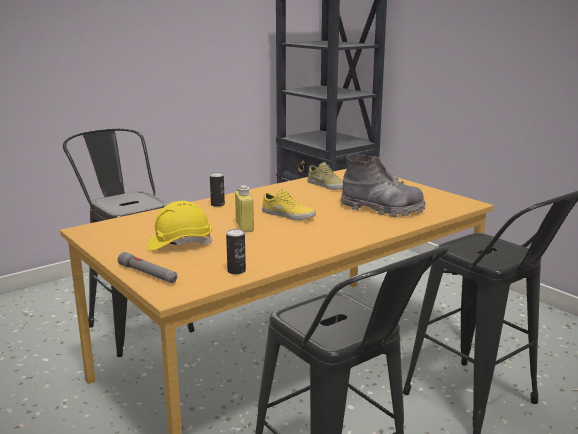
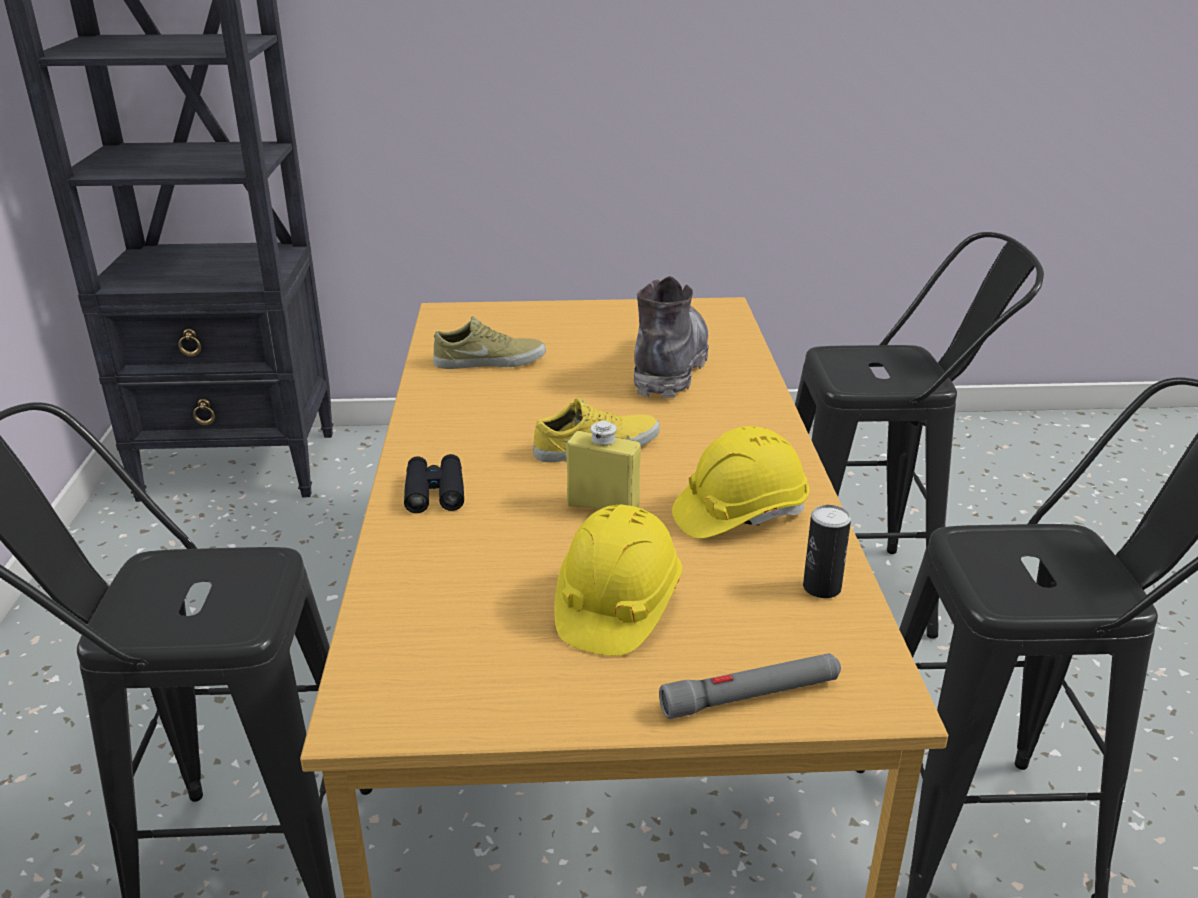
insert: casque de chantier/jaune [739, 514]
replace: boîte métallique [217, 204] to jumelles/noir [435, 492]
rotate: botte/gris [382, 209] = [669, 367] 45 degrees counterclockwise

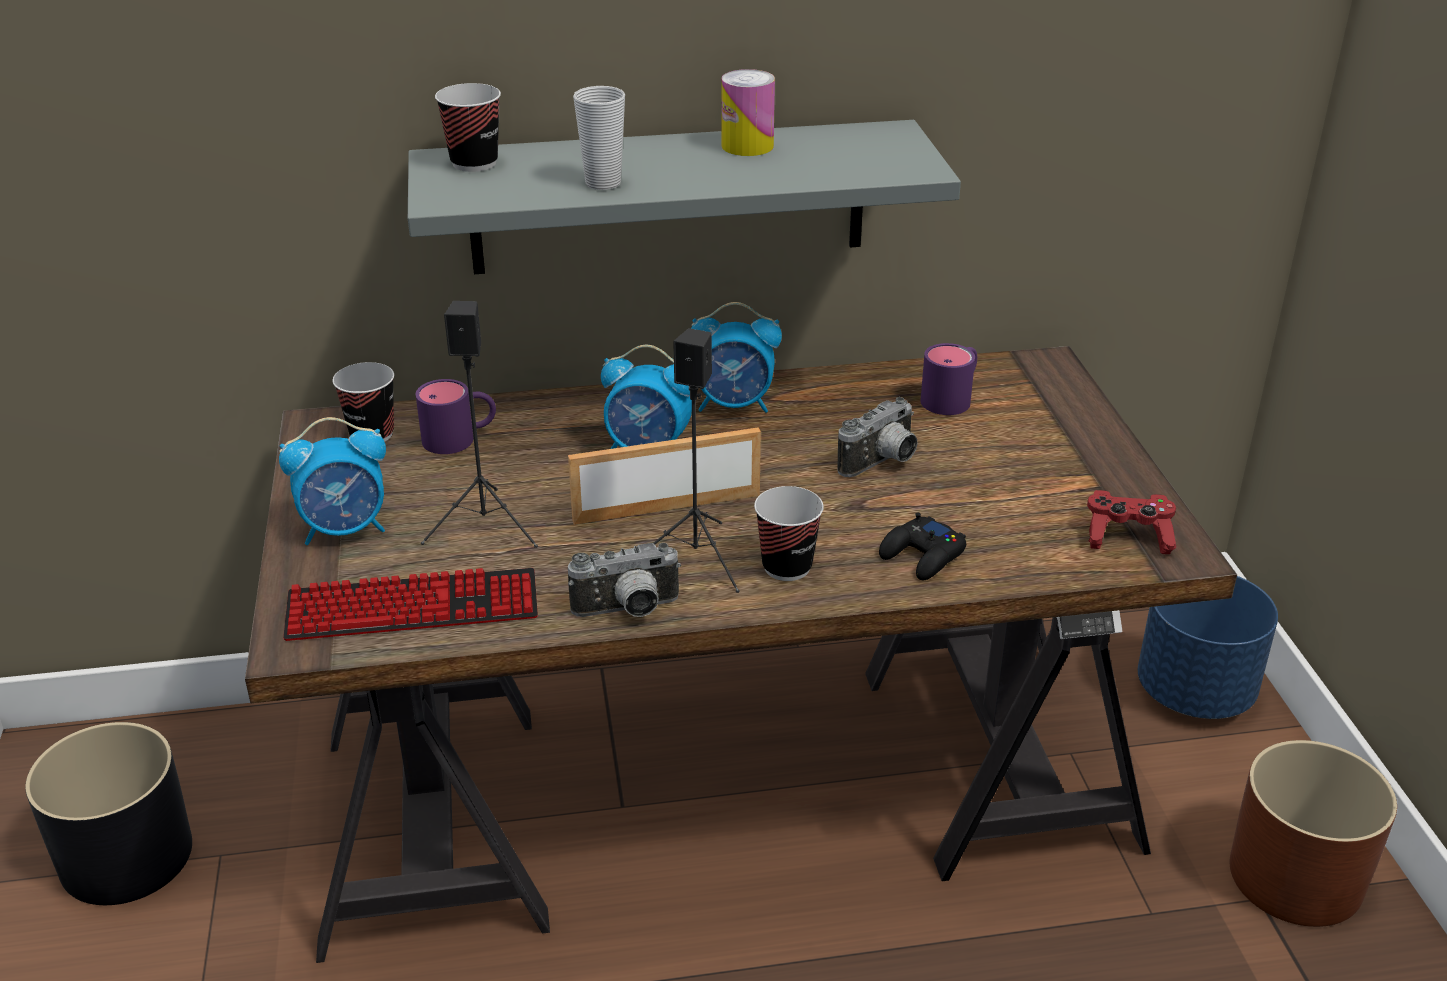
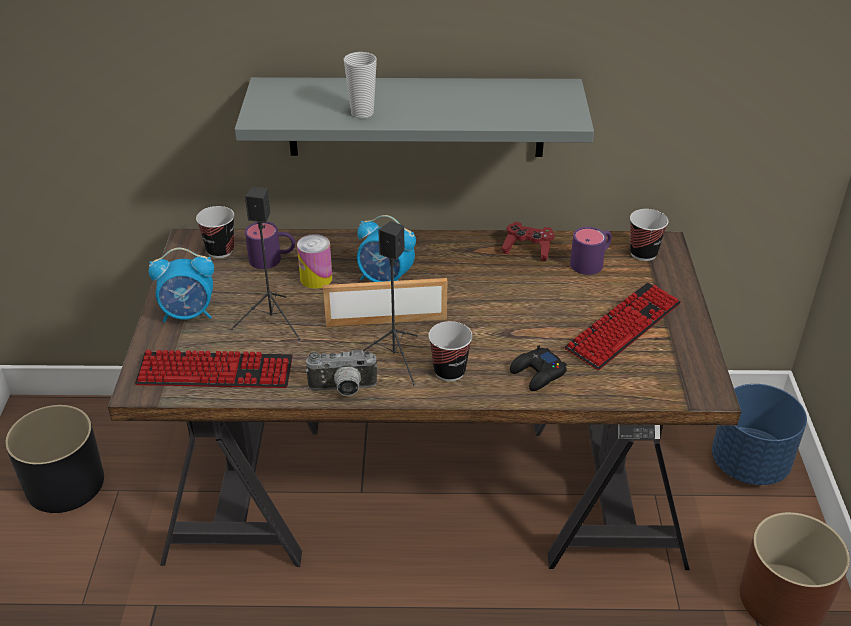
delete: réveil [735, 405]; appareil photo [882, 463]
insert: clavier [623, 327]
move: tasse [474, 163] to [643, 253]; boîte métallique [747, 146] to [316, 278]; manette/rouge [1127, 536] to [528, 249]

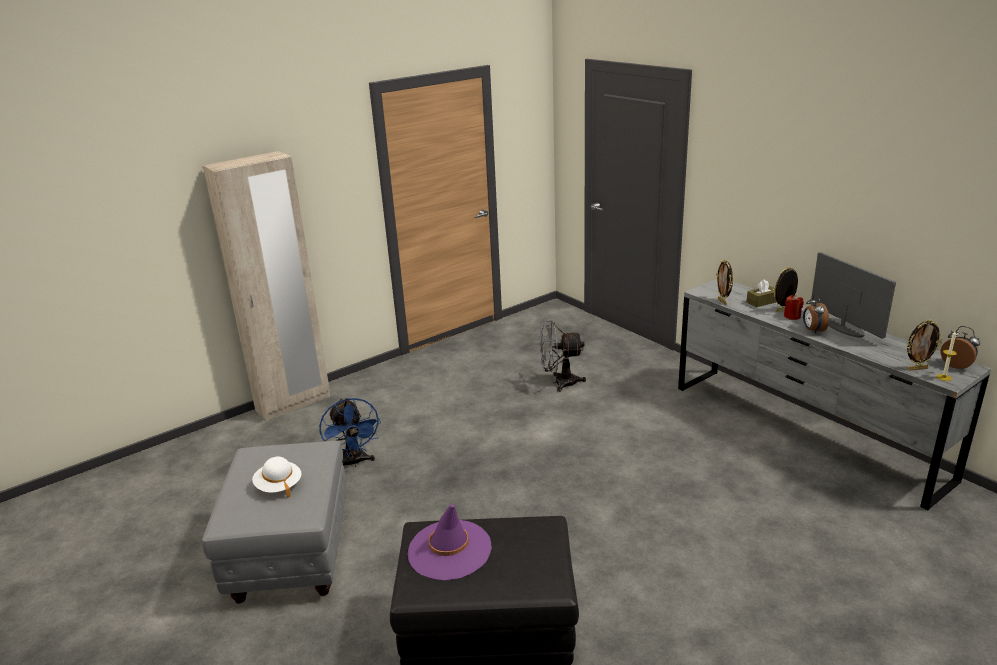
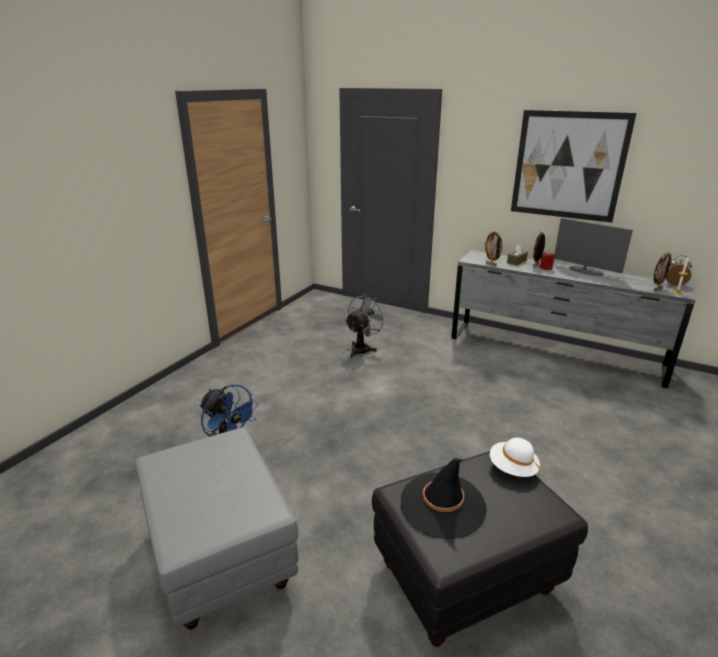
delete: armoire/beige [293, 403]; réveil [812, 330]
insert: tableau [568, 166]
move: chapeau/blanc [278, 486] to [512, 468]
recolor: chapeau/violet [449, 550] to chapeau/noir [442, 505]
rotate: ventilateur/gris [559, 382] = [363, 348] 150 degrees clockwise

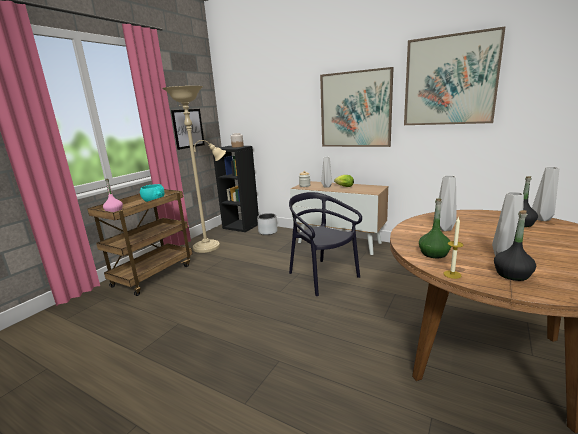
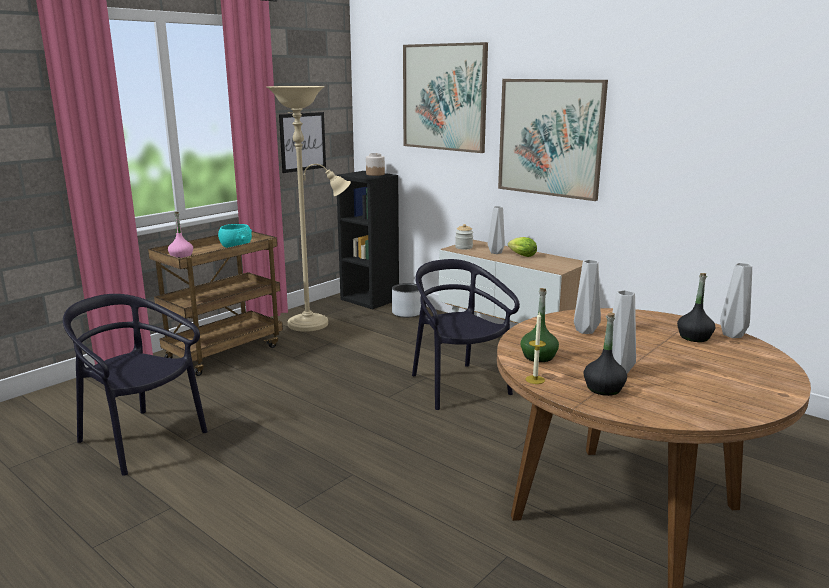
insert: chaise/noir [140, 440]
move: tableau [450, 80] to [444, 97]

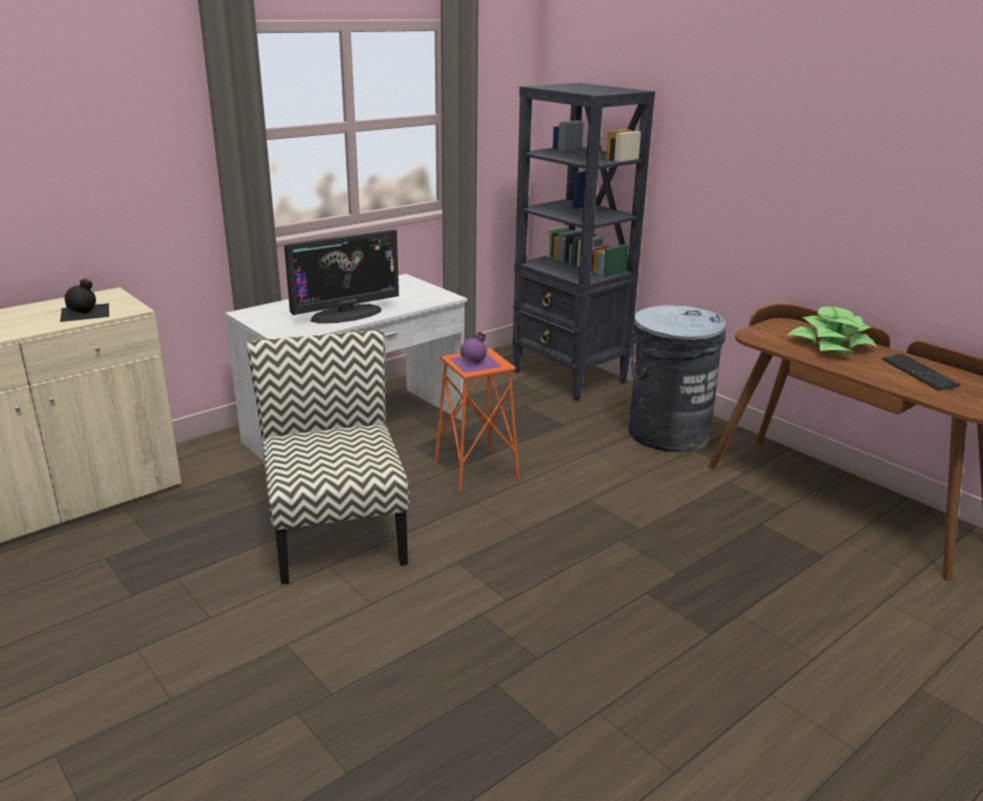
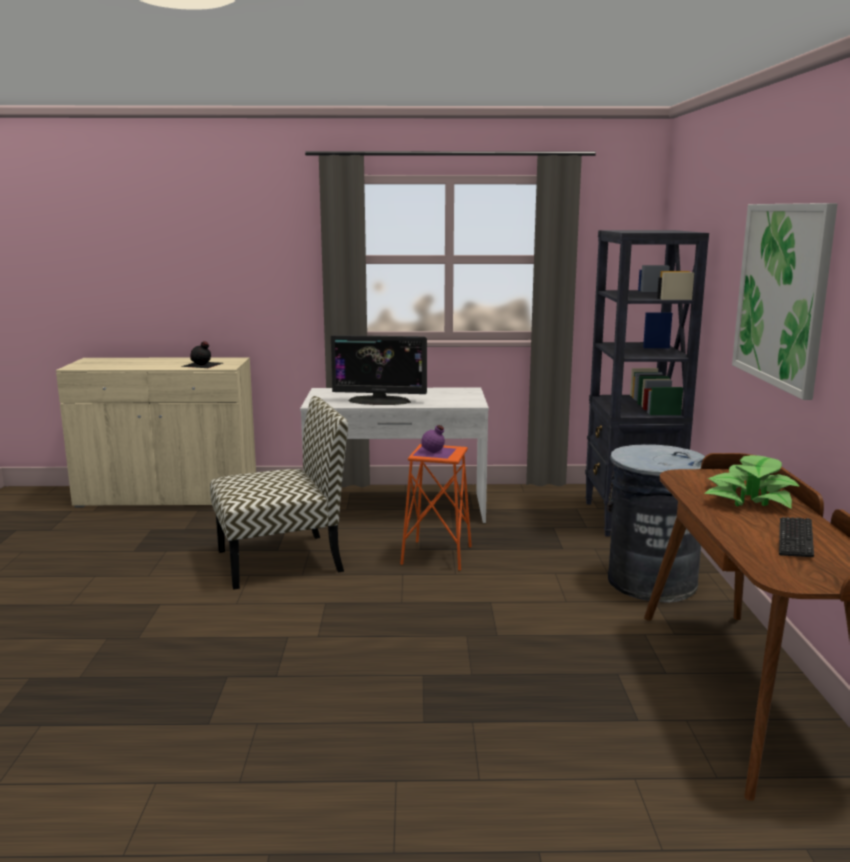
insert: tableau [782, 294]
rotate: chaise [335, 534] = [282, 560] 45 degrees clockwise

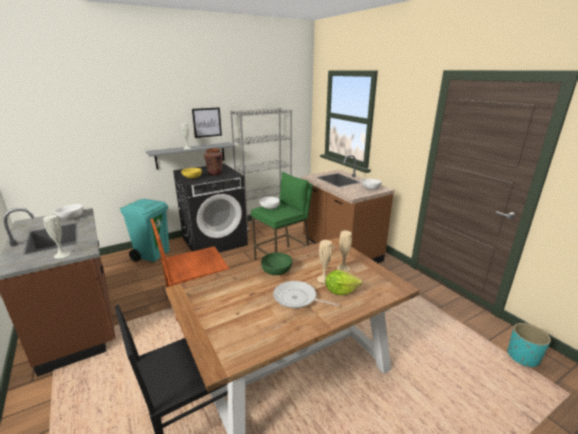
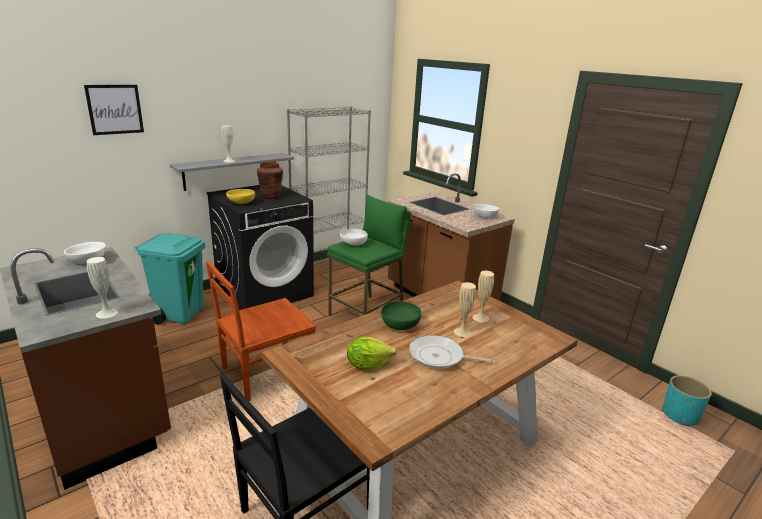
move: tableau [207, 122] to [115, 109]; laitue [340, 291] to [368, 365]

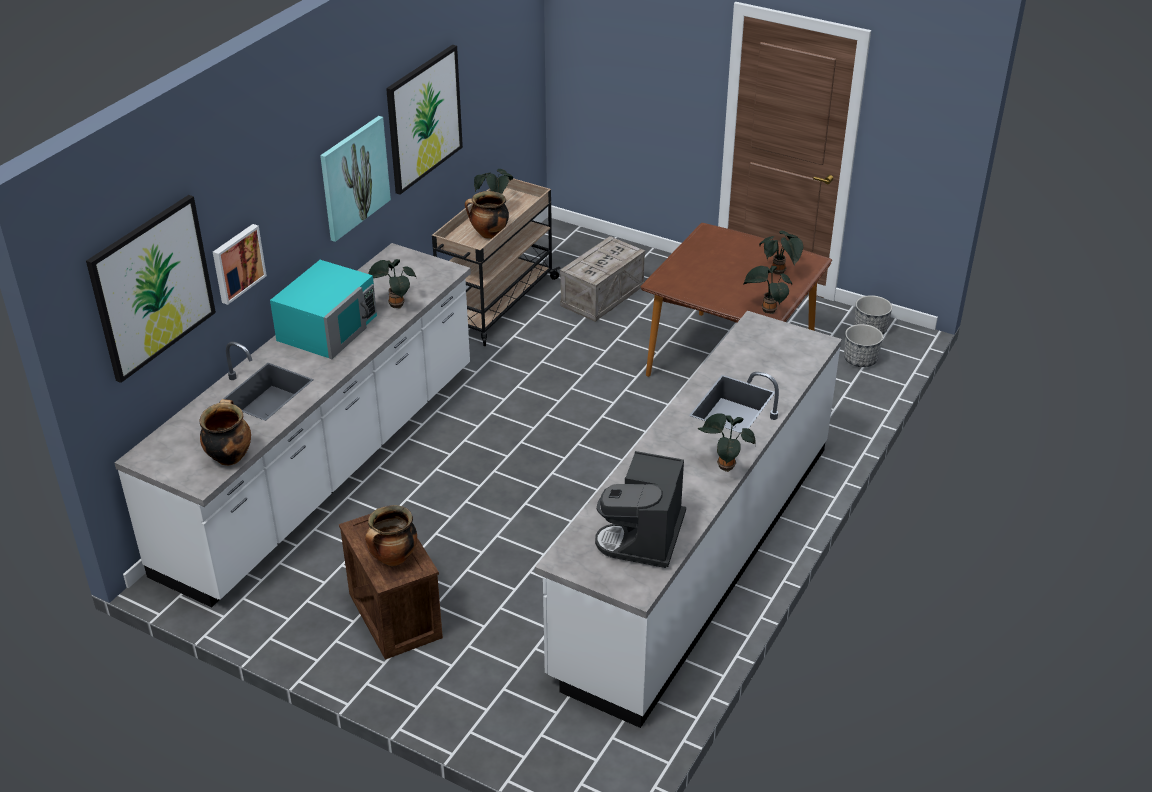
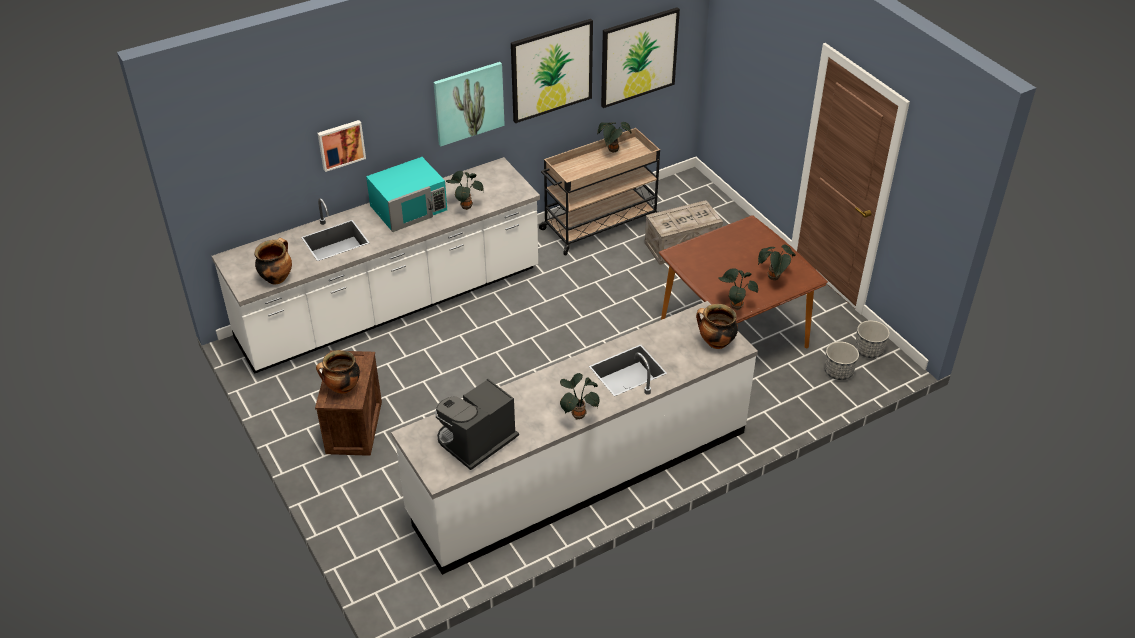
move: tableau [152, 287] to [638, 57]; marmite [488, 234] to [715, 343]

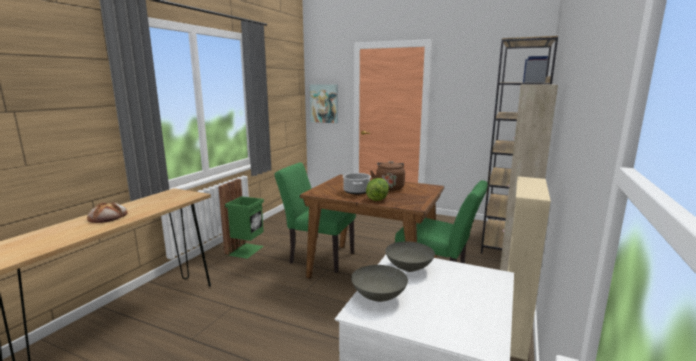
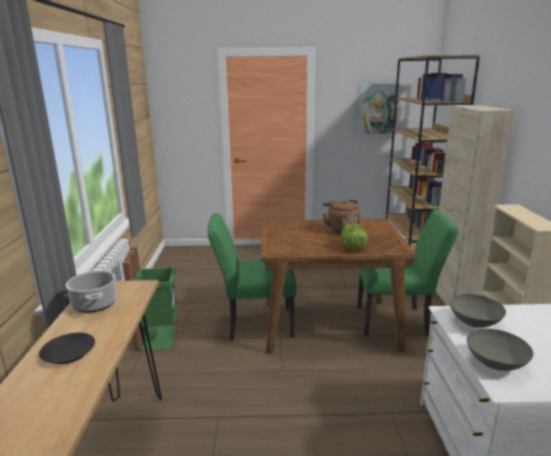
move: tableau [324, 103] to [377, 108]; marmite [356, 191] to [94, 304]
replace: pain [108, 217] to assiette/noir [68, 352]

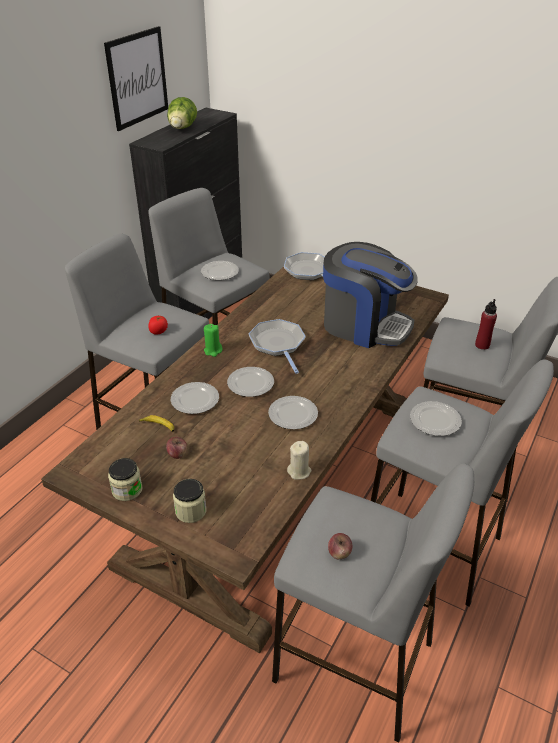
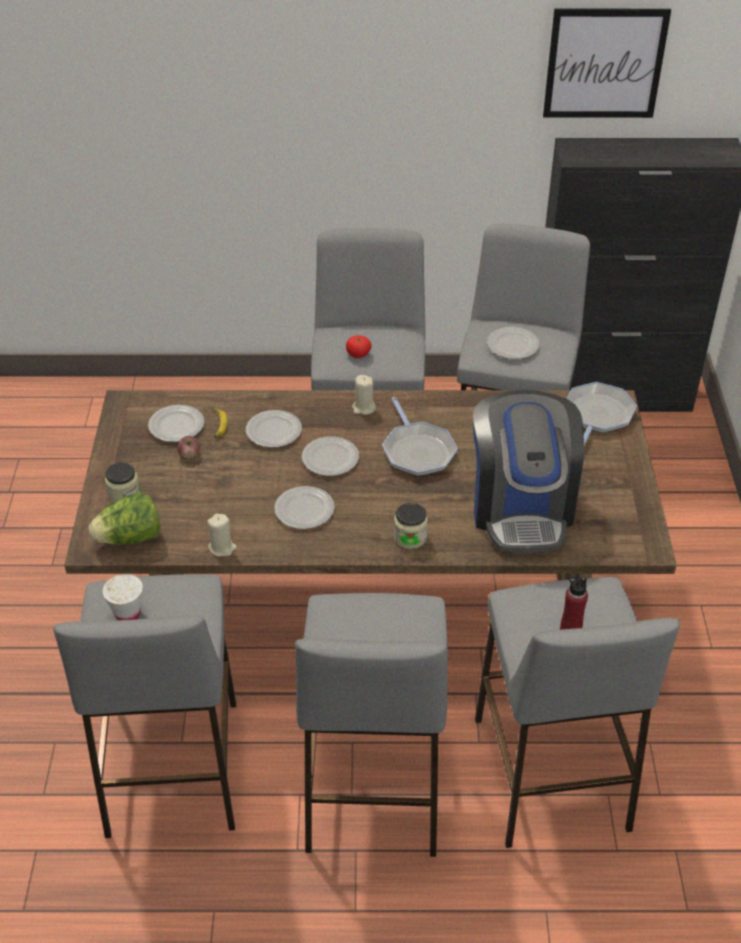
move: bocal [127, 490] to [410, 537]; laitue [182, 129] to [130, 538]; assiette [435, 421] to [176, 426]
replace: pomme [339, 553] to tasse/blanc [127, 613]
recolor: bougie/vert [213, 350] to bougie/beige [363, 408]
rotate: poêle [278, 344] = [417, 451] 120 degrees clockwise

